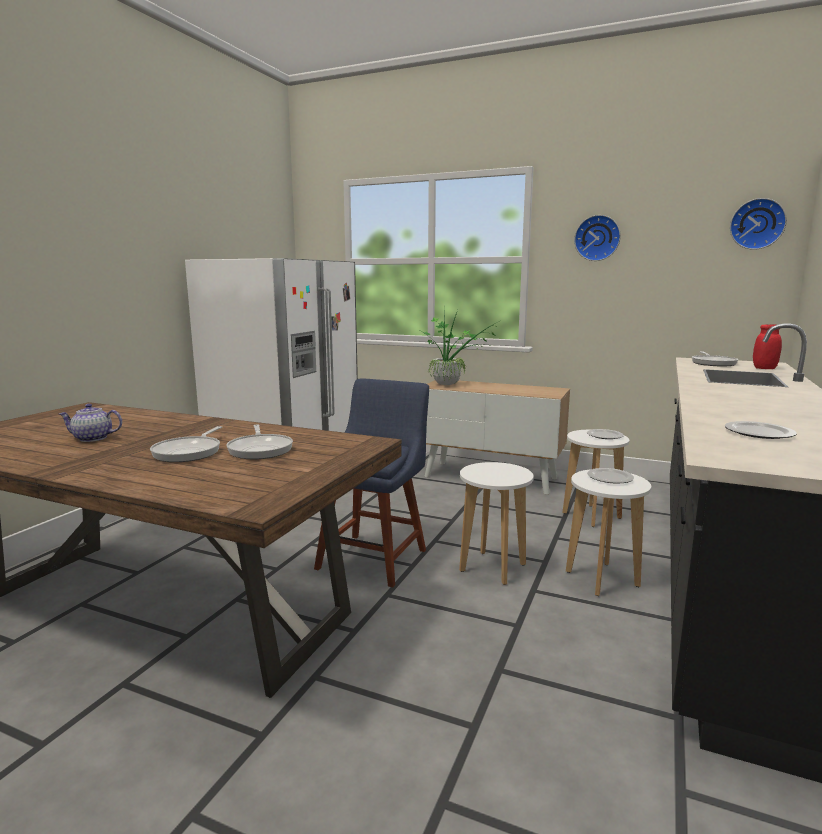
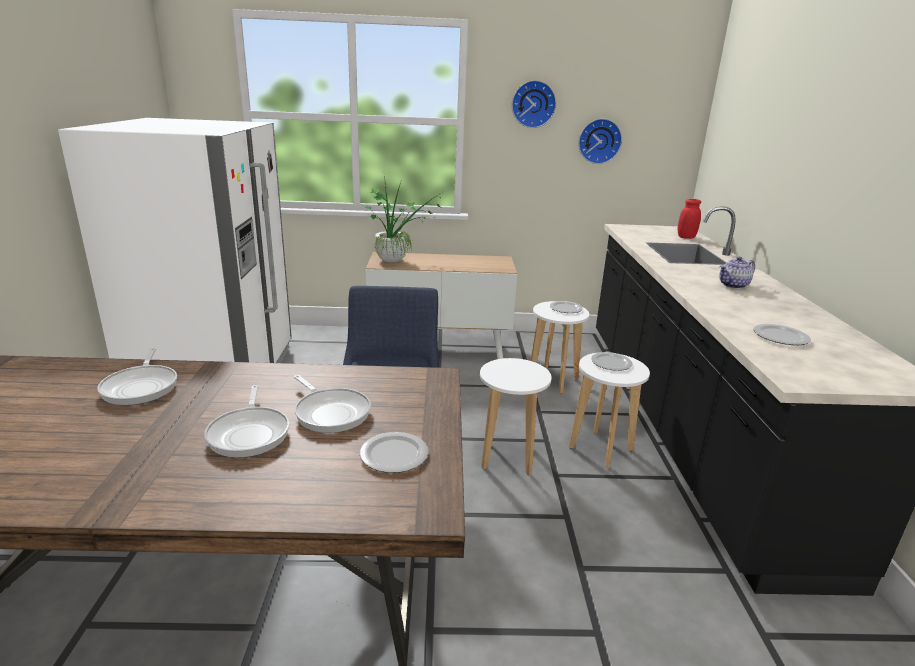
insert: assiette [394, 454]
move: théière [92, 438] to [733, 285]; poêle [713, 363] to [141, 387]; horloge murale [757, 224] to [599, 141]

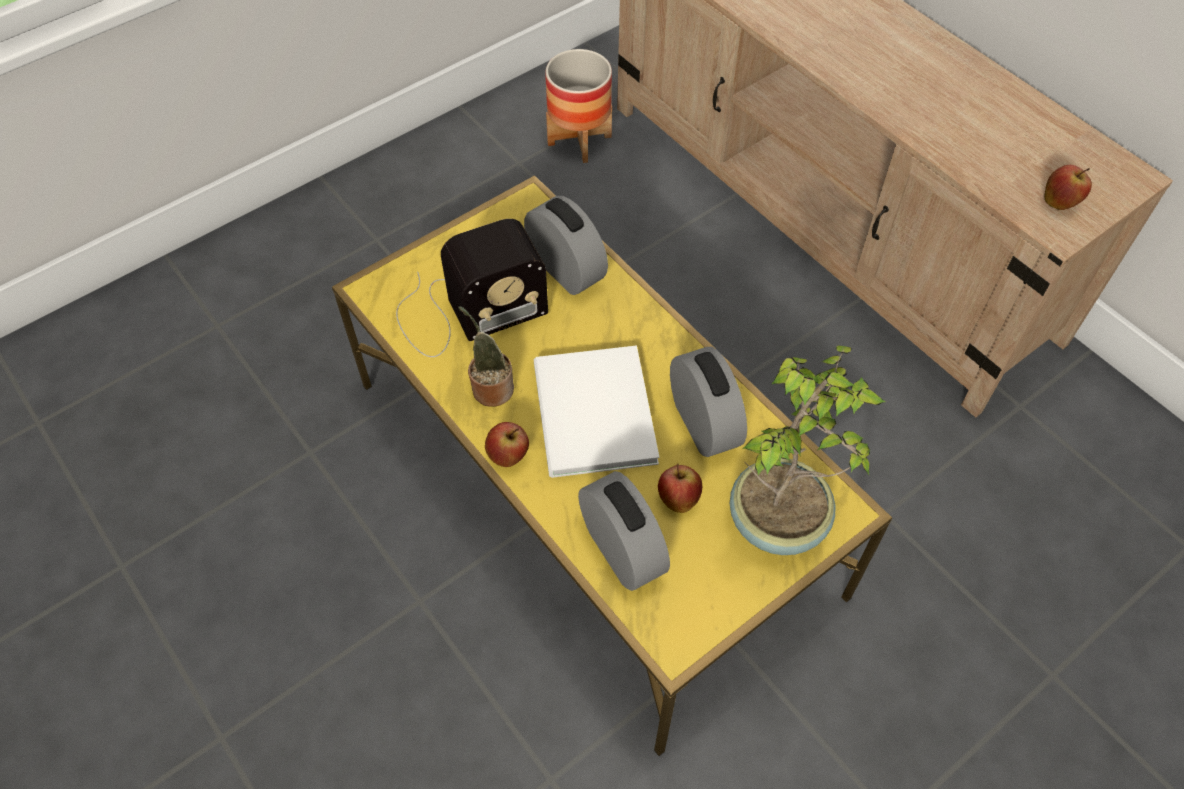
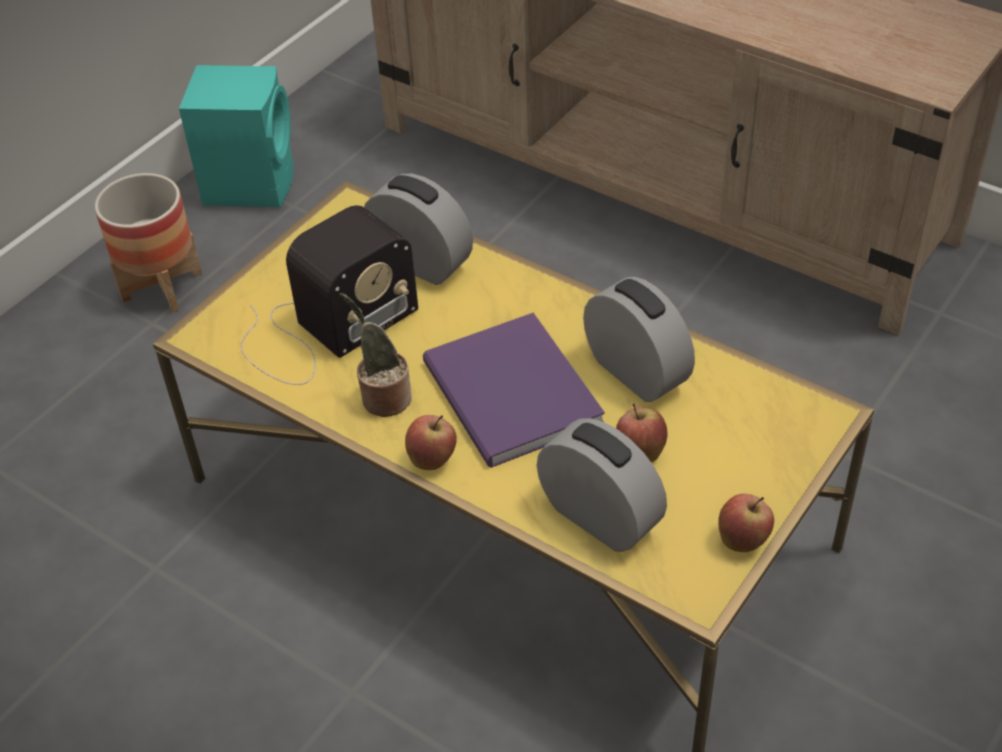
delete: plante en pot [780, 521]
insert: enceinte/turquoise [251, 182]
move: cache-pot [579, 140] to [162, 286]; pomme [1060, 202] to [743, 540]
recolor: livre/blanc [591, 417] to livre/violet [510, 397]

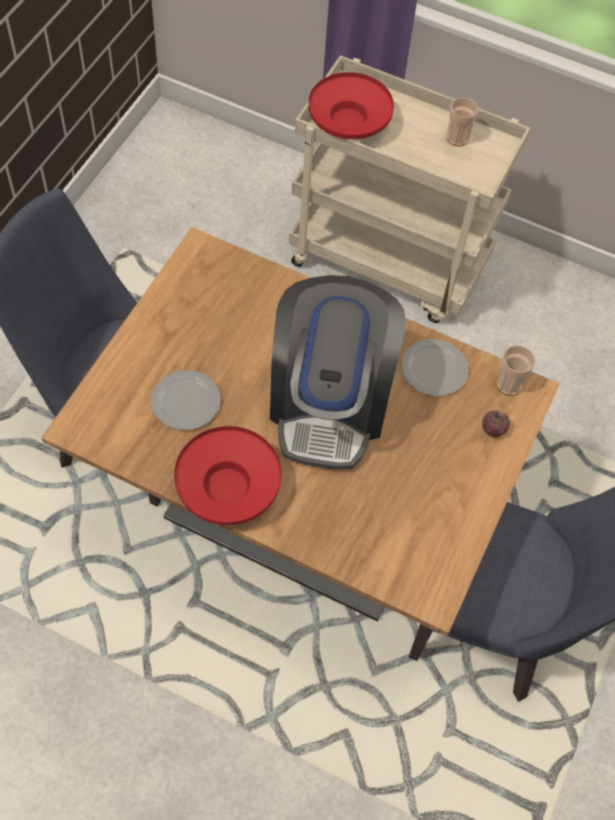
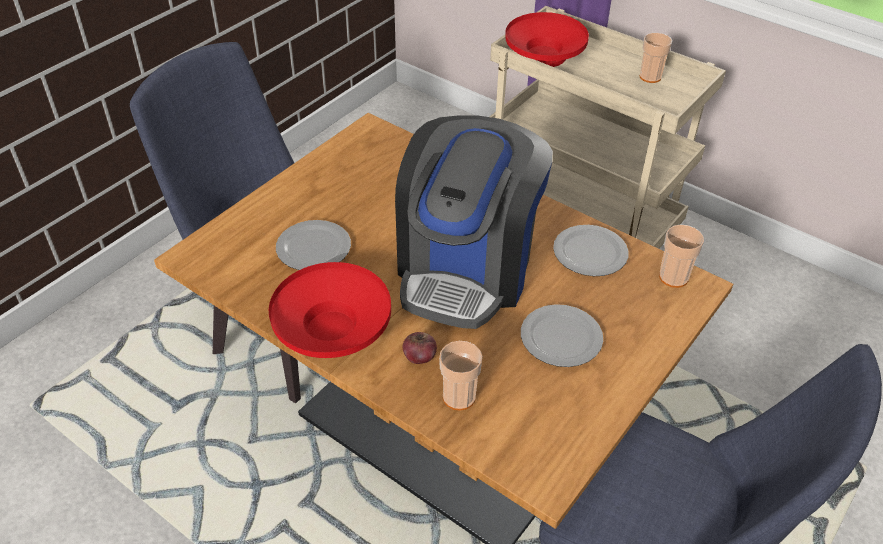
insert: tasse [459, 397]; assiette [561, 339]
move: pomme [493, 429] to [419, 357]

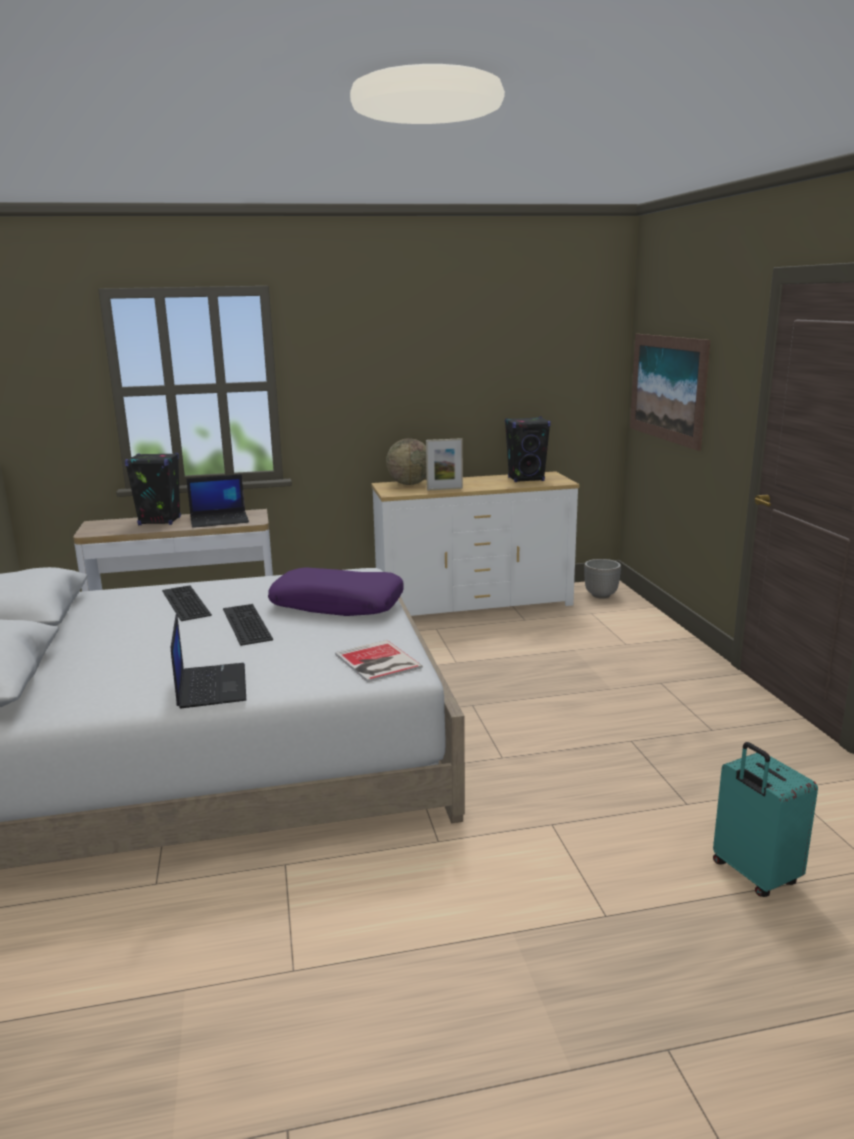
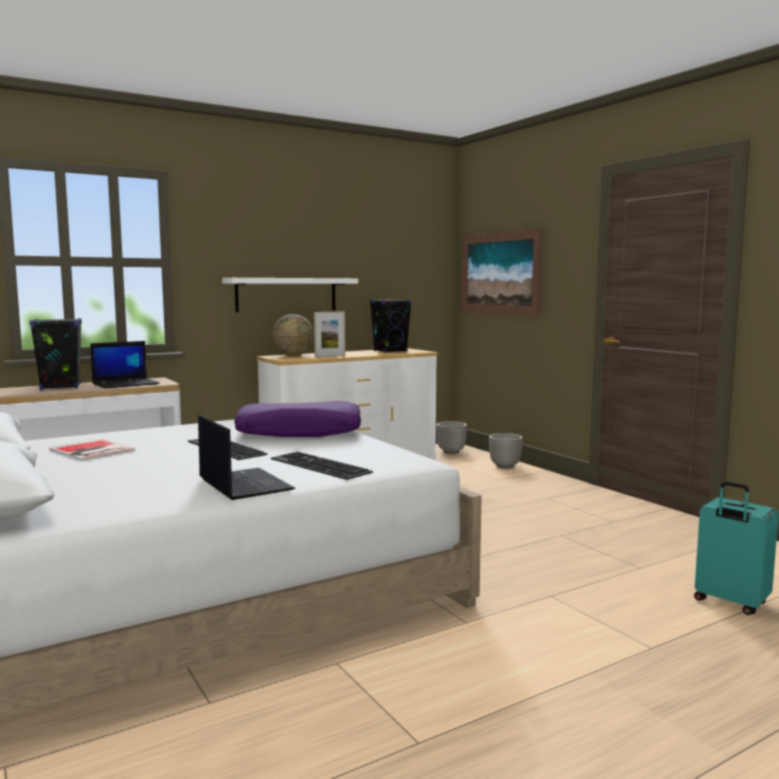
insert: étagère/blanc [286, 294]; cache-pot [505, 466]
move: clavier [183, 603] to [317, 465]; livre [377, 662] to [91, 451]

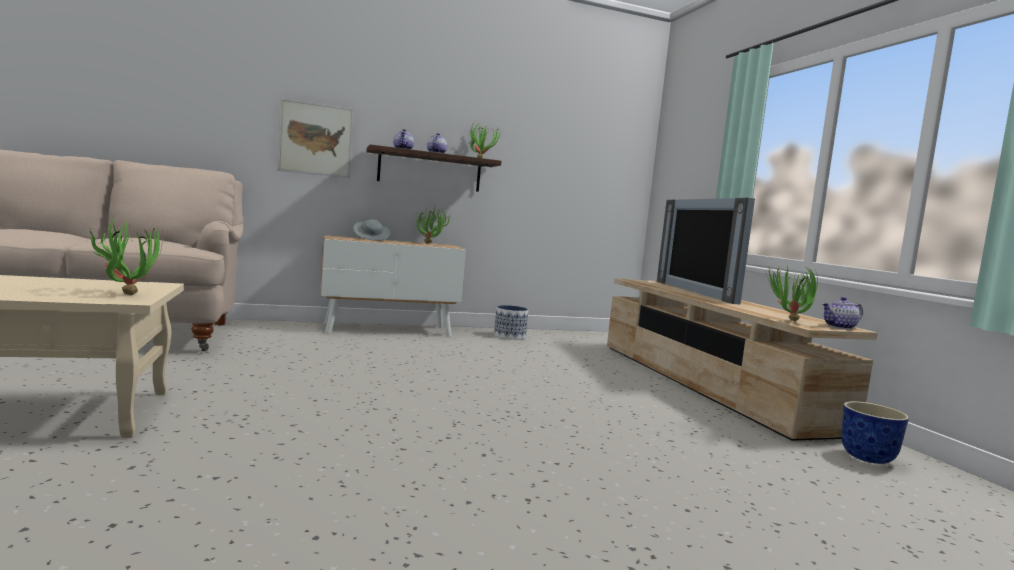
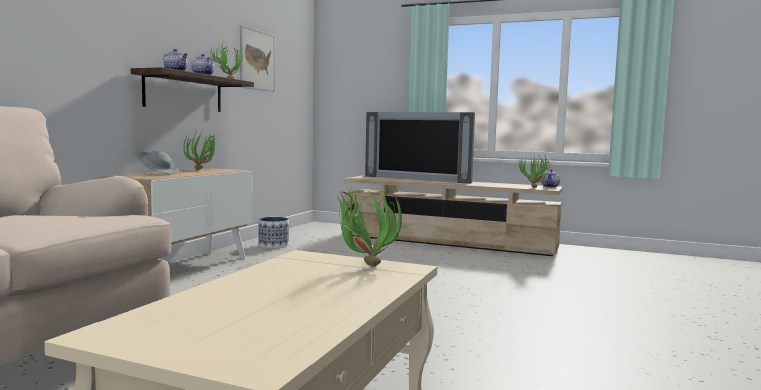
delete: cache-pot [868, 458]
move: tableau [316, 139] to [257, 60]

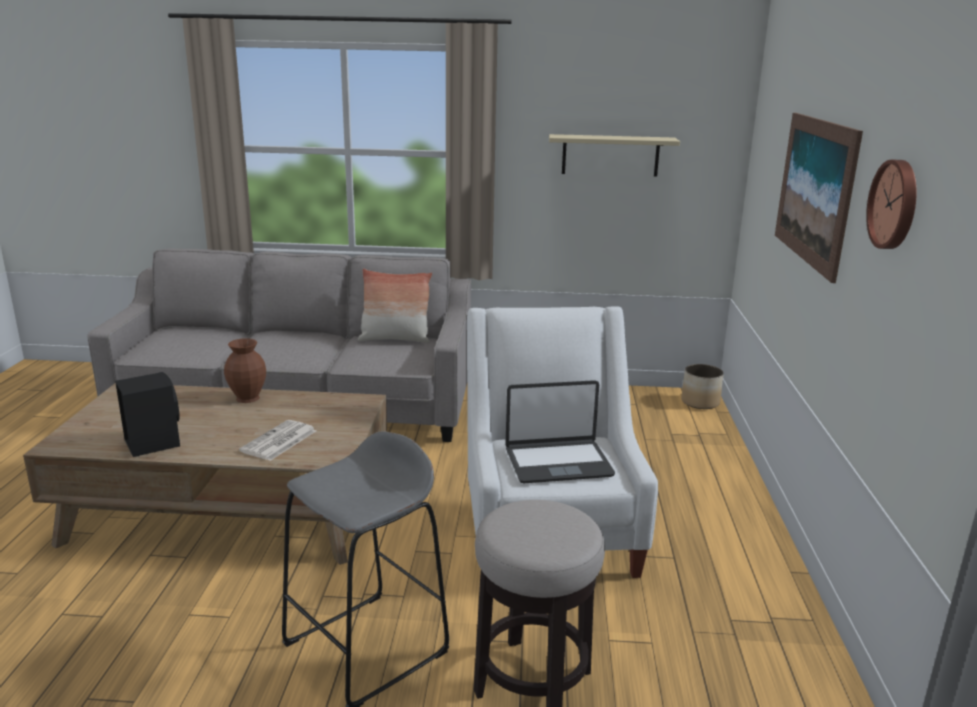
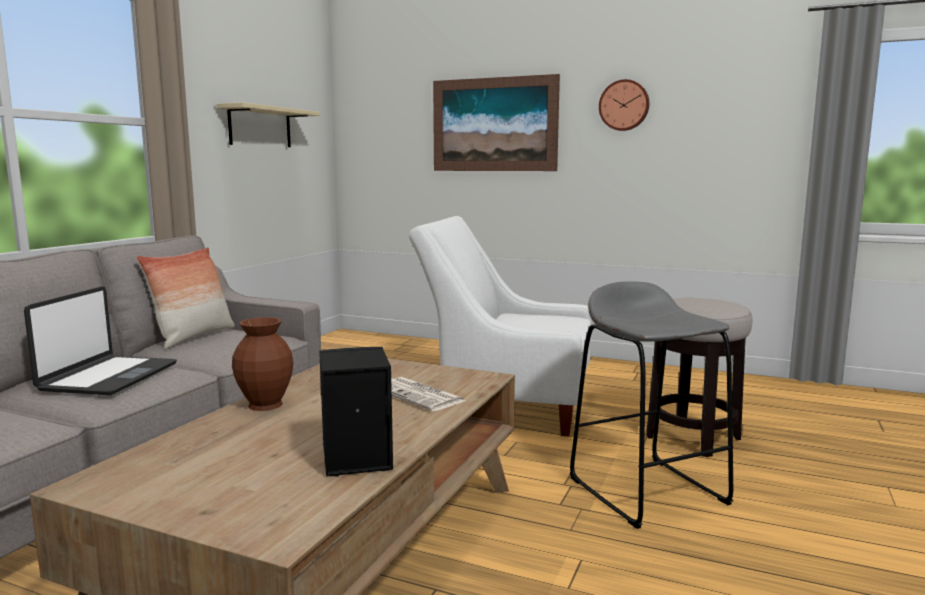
delete: cache-pot [700, 402]
move: ordinateur portable [558, 462] to [108, 377]

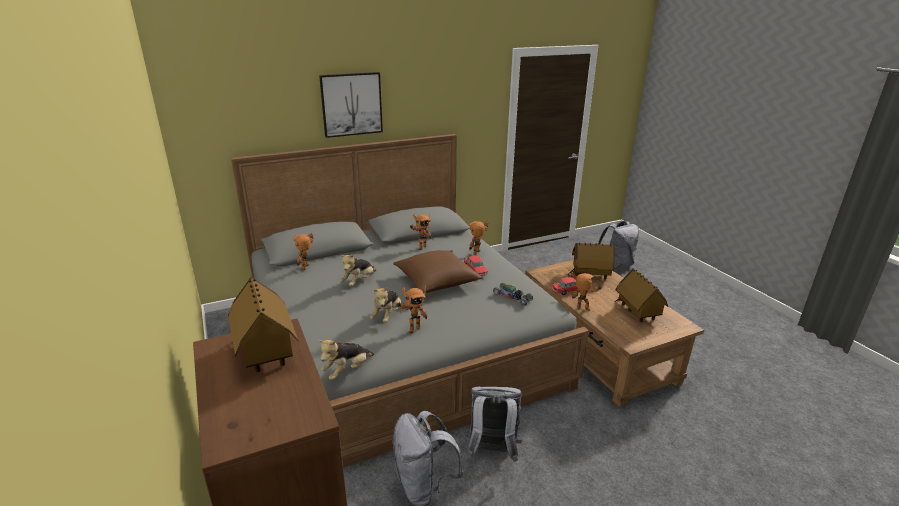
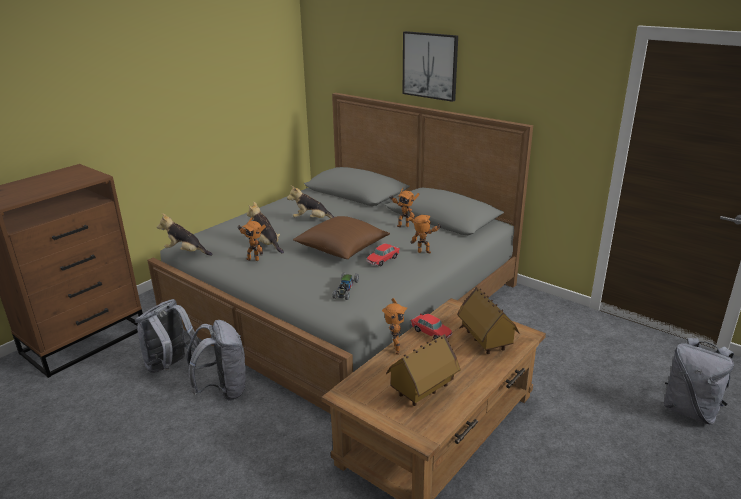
delete: maison miniature [265, 353]; robot jouet [307, 267]
rotate: peluche [387, 315] = [266, 244] 60 degrees clockwise

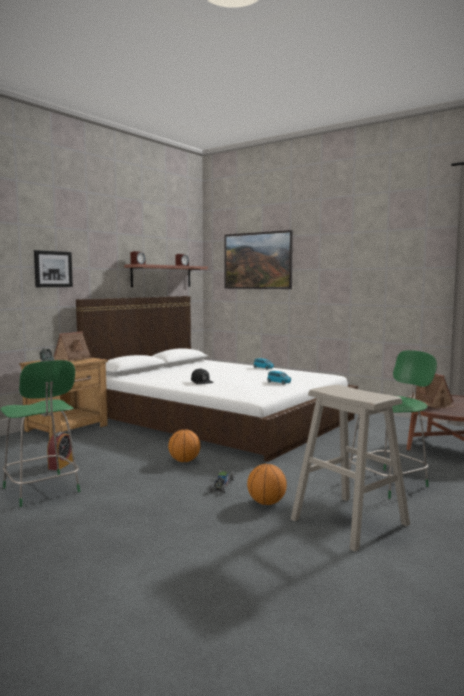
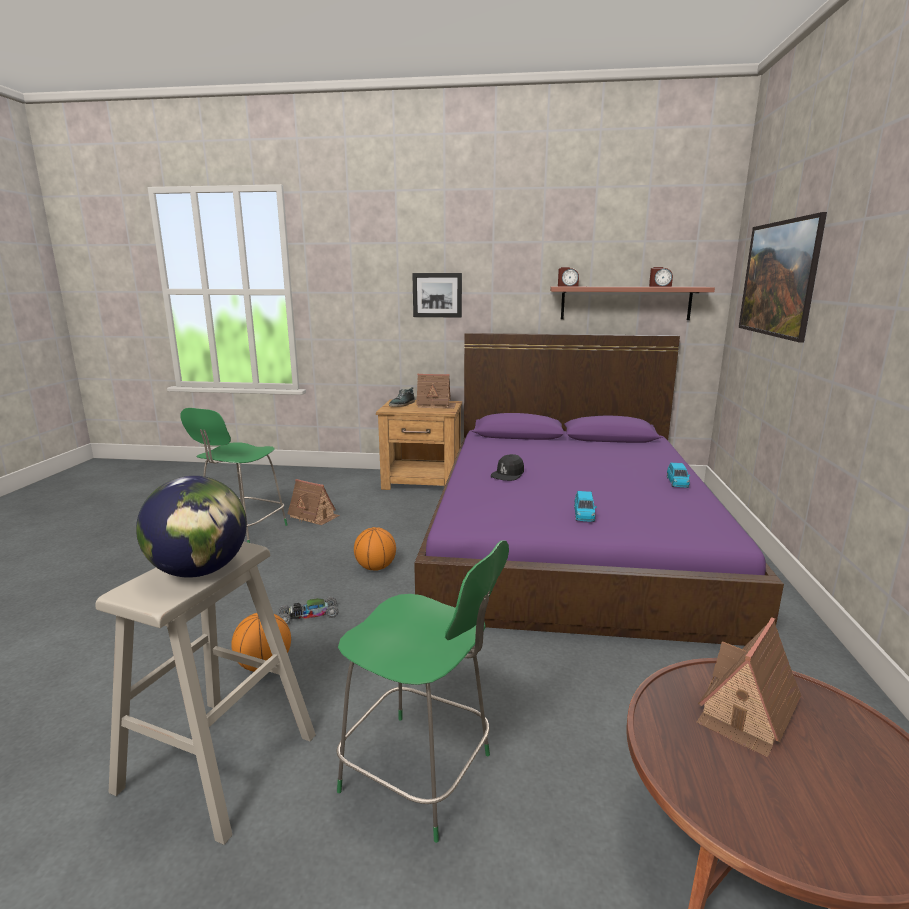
insert: globe [200, 571]
replace: réveil [60, 465] to maison miniature [314, 516]
recolor: lit/blanc [217, 417] to lit/violet [571, 534]

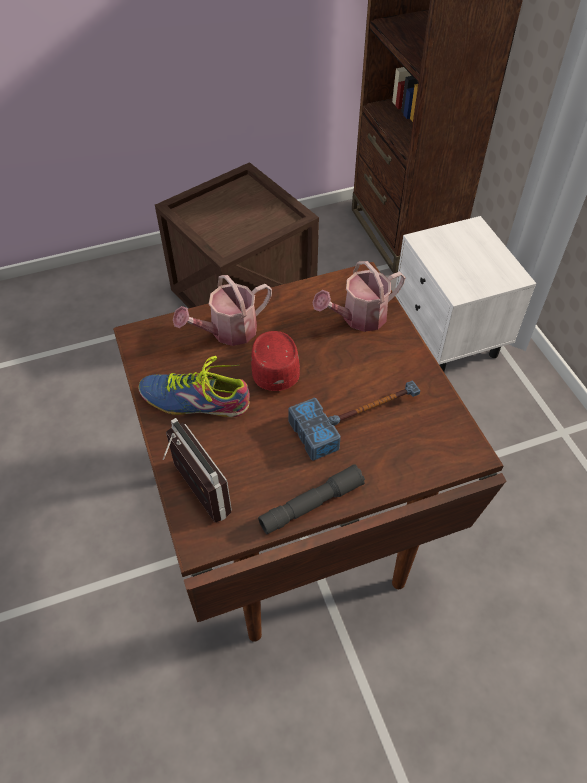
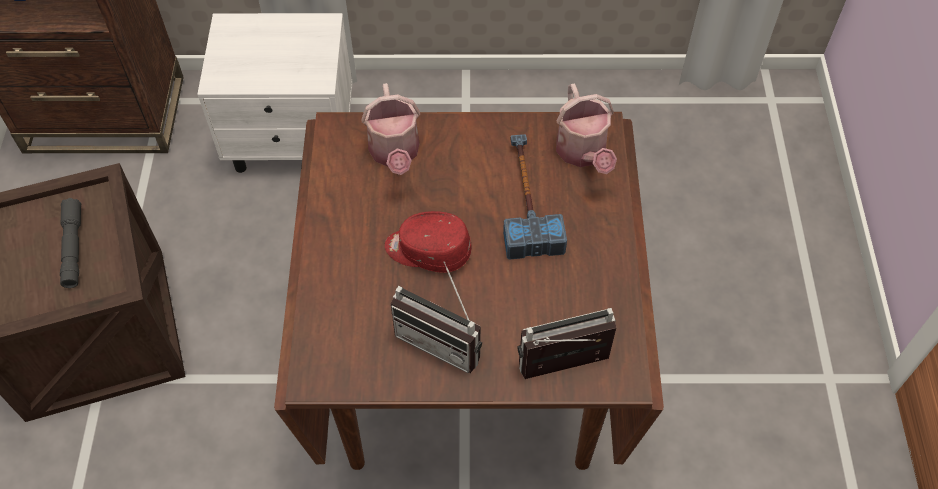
move: arrosoir [228, 332] to [583, 153]; lampe de poche/gris [311, 504] to [73, 248]
replace: chaussure [195, 401] to radio [444, 339]

